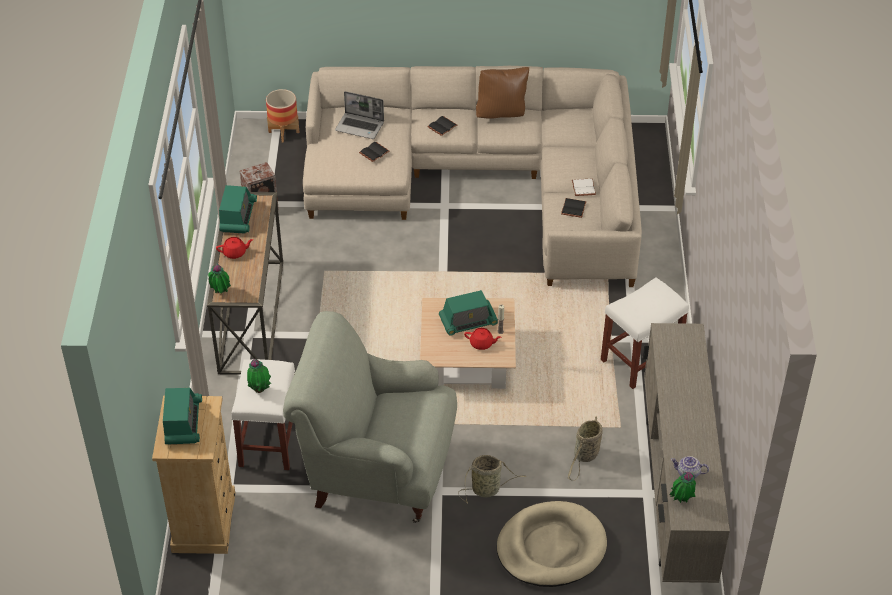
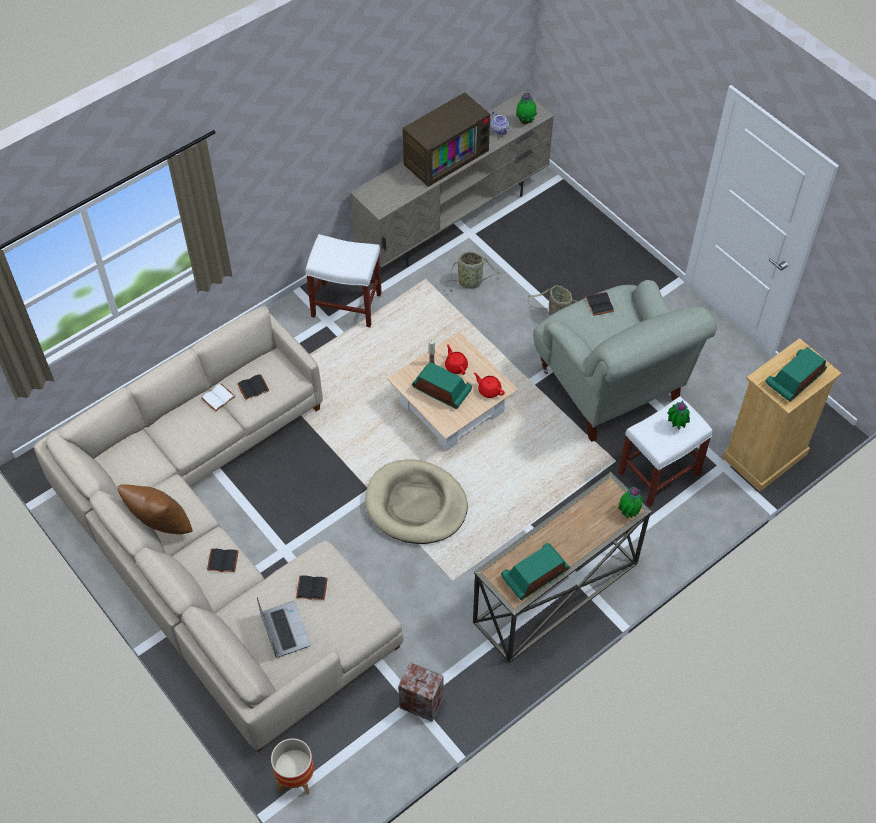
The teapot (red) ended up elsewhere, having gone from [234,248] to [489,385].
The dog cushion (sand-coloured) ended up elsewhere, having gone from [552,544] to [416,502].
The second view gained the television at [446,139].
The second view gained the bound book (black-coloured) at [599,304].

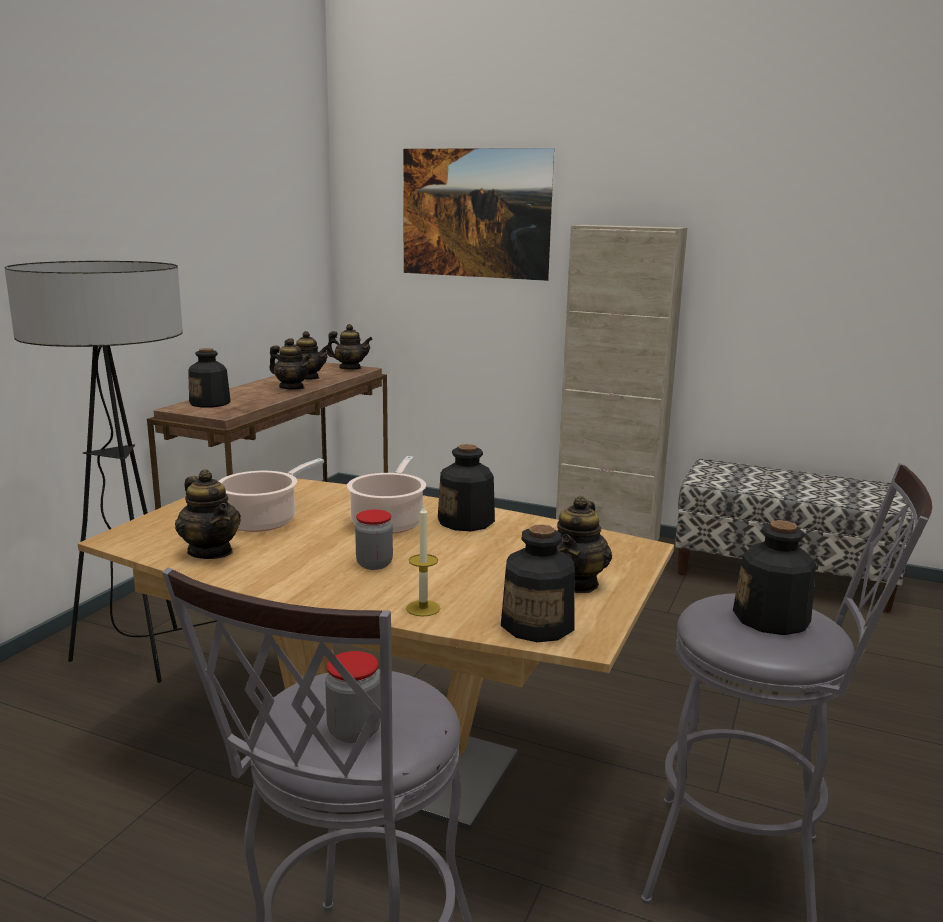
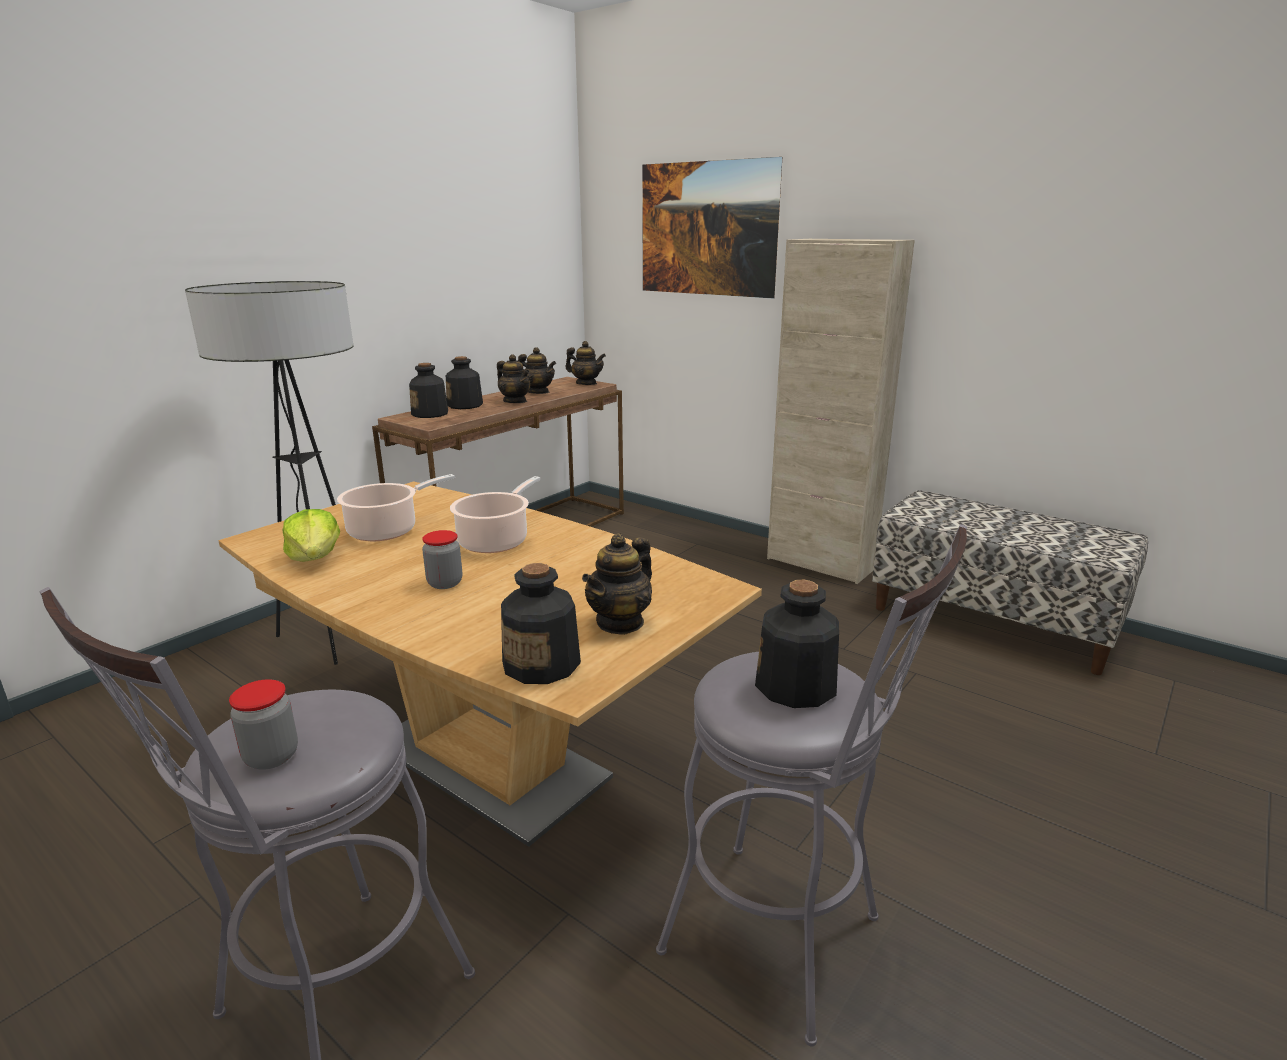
Where the teapot stood at [208,514], the lettuce head came to stand at [311,535].
The second view lost the wax light at [423,560].
The bottle ended up elsewhere, having gone from [466,487] to [464,382].

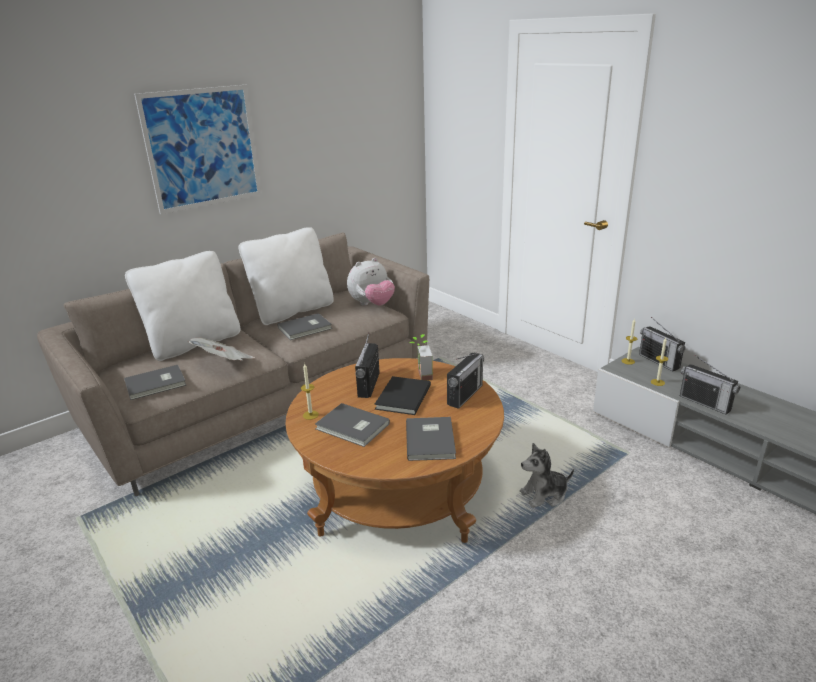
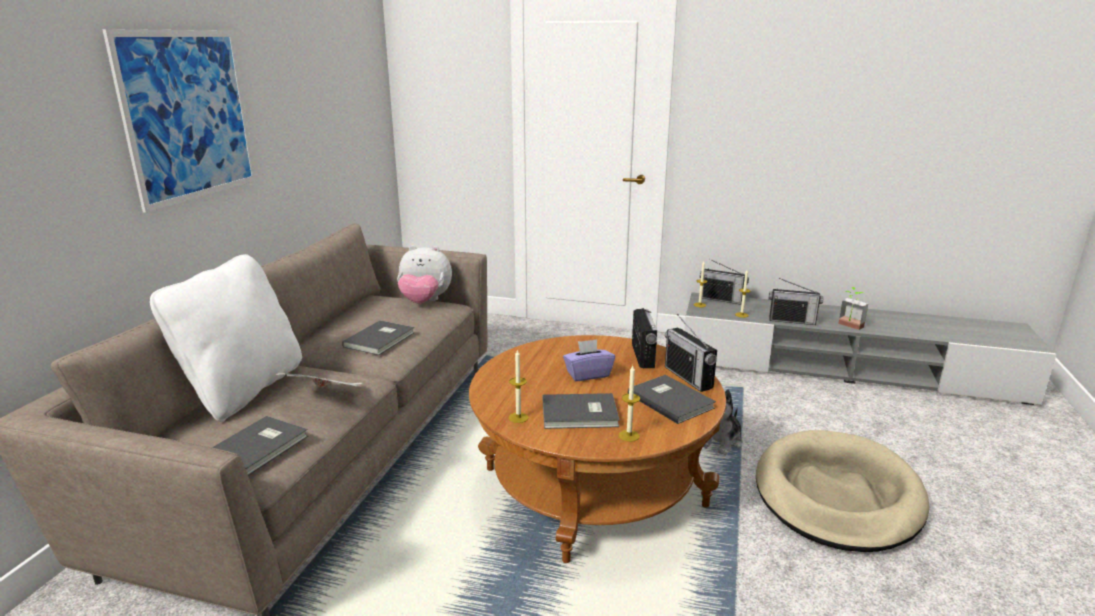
The second view lost the cushion (whitish) at [286,276].
The plush toy at [371,282] ended up facing another way, 75 degrees clockwise from before.
The radio set ended up elsewhere, having gone from [367,365] to [691,353].
Where the bound book (black-coloured) stood at [402,395], the box of tissues (purple) came to stand at [589,360].
The houseplant ended up elsewhere, having gone from [421,357] to [853,308].
The second view gained the wax light at [629,404].
The second view gained the dog cushion (sand-coloured) at [842,491].

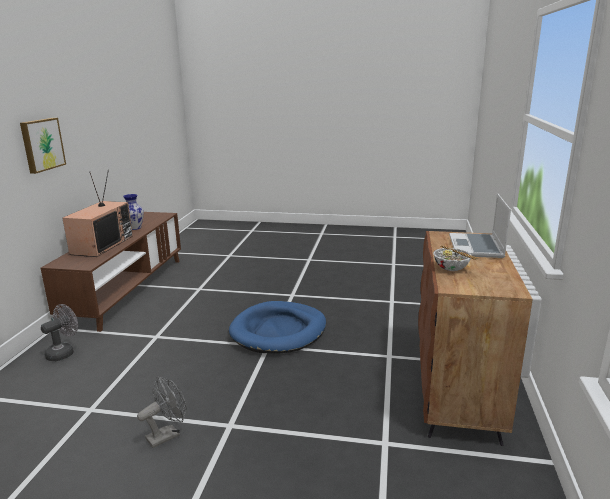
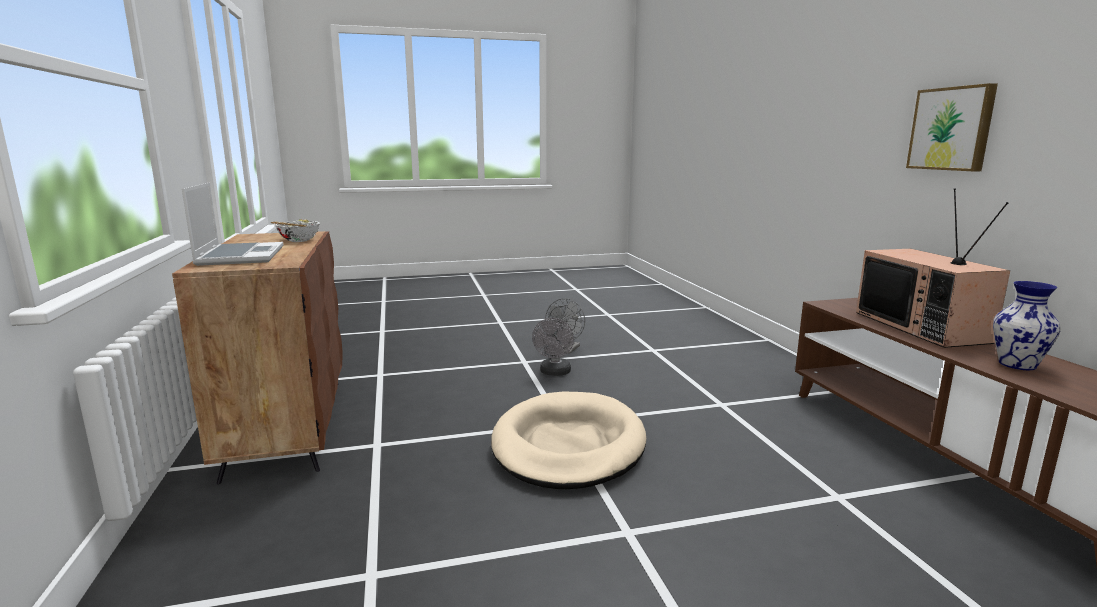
The fan (greyish) ended up elsewhere, having gone from [59,332] to [553,347].
What was the dog cushion (blue-coloured) at [277,327] turned into the dog cushion (sand-coloured) at [568,440].

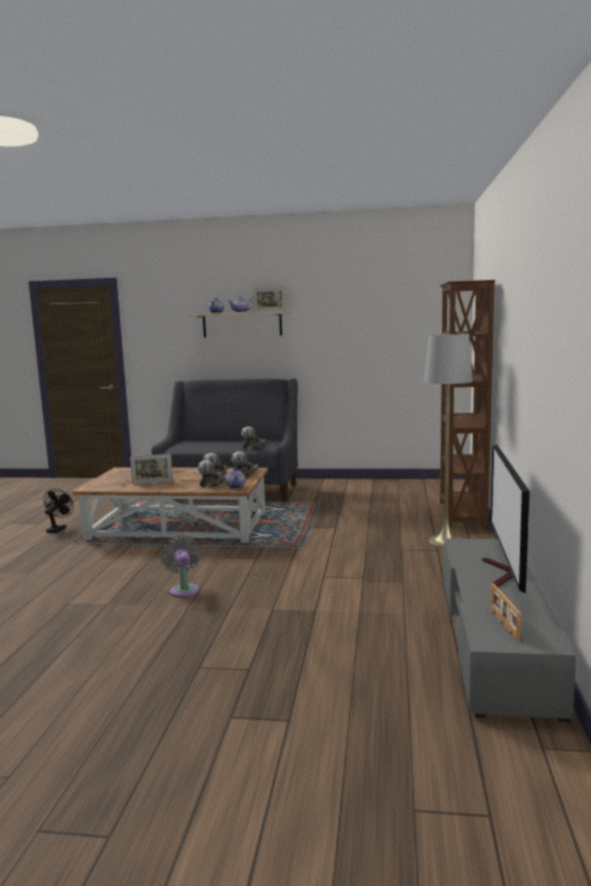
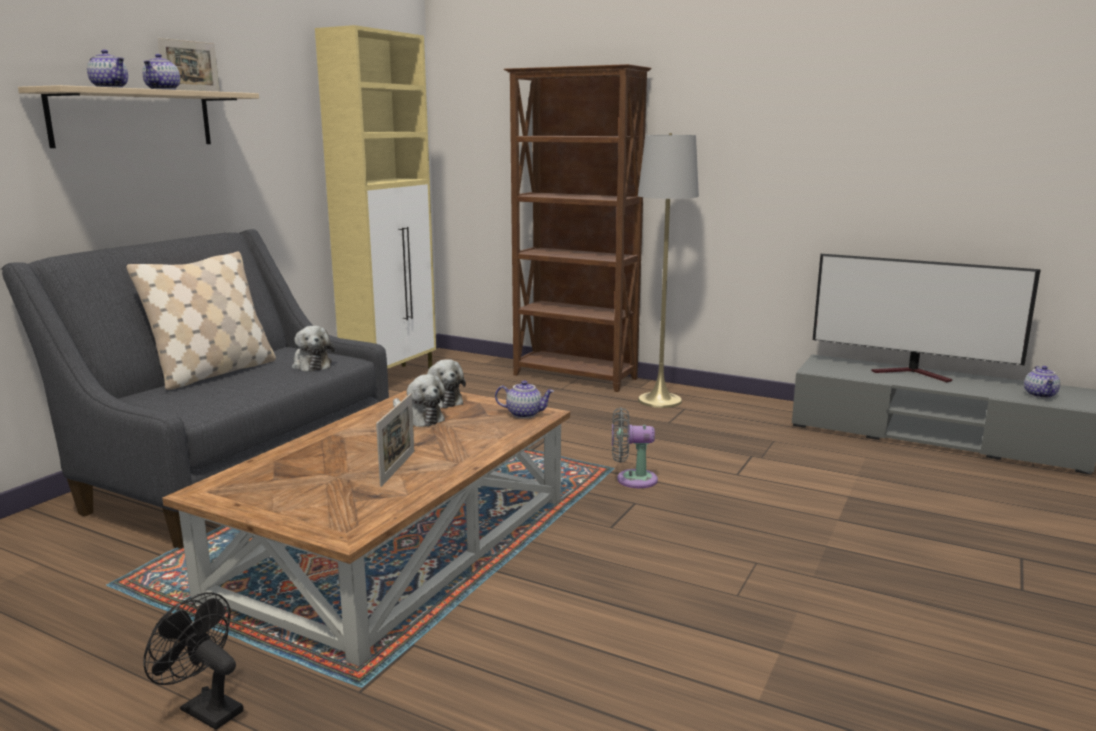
The fan (greyish) ended up elsewhere, having gone from [180,566] to [635,447].
The second view lost the plush toy at [212,474].
Where the standing frame stood at [505,612], the teapot came to stand at [1042,382].
The second view gained the cushion (sand-coloured) at [201,320].
The second view gained the cupboard (sand-coloured) at [375,197].

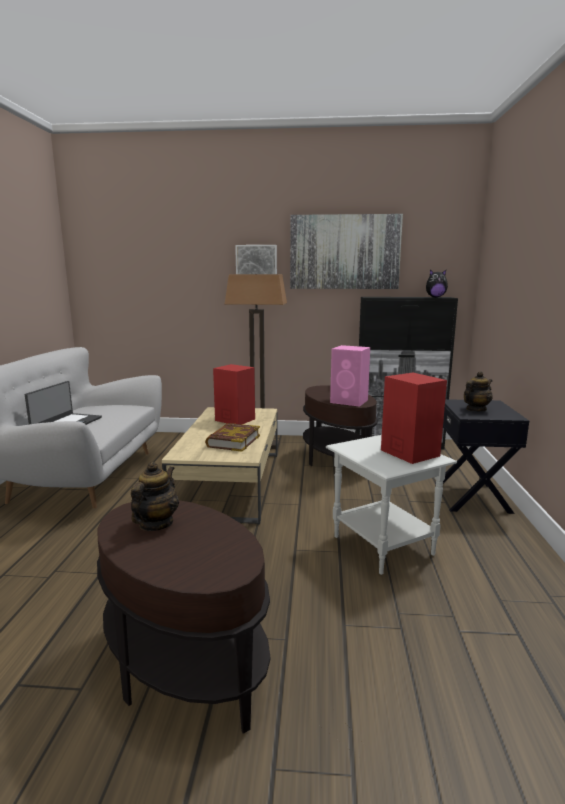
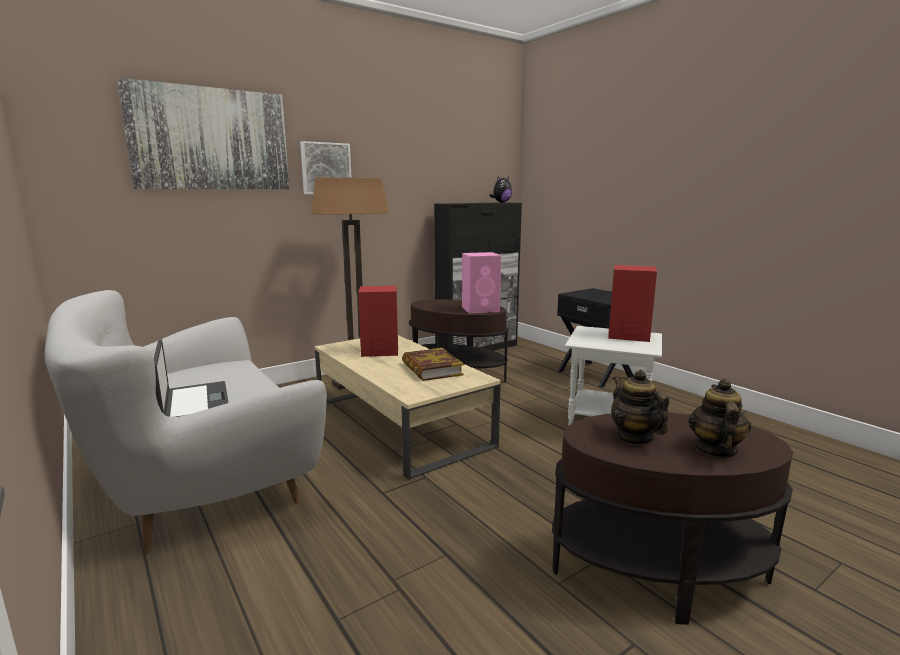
The wall picture ended up elsewhere, having gone from [346,251] to [203,133].
The teapot ended up elsewhere, having gone from [478,391] to [719,418].

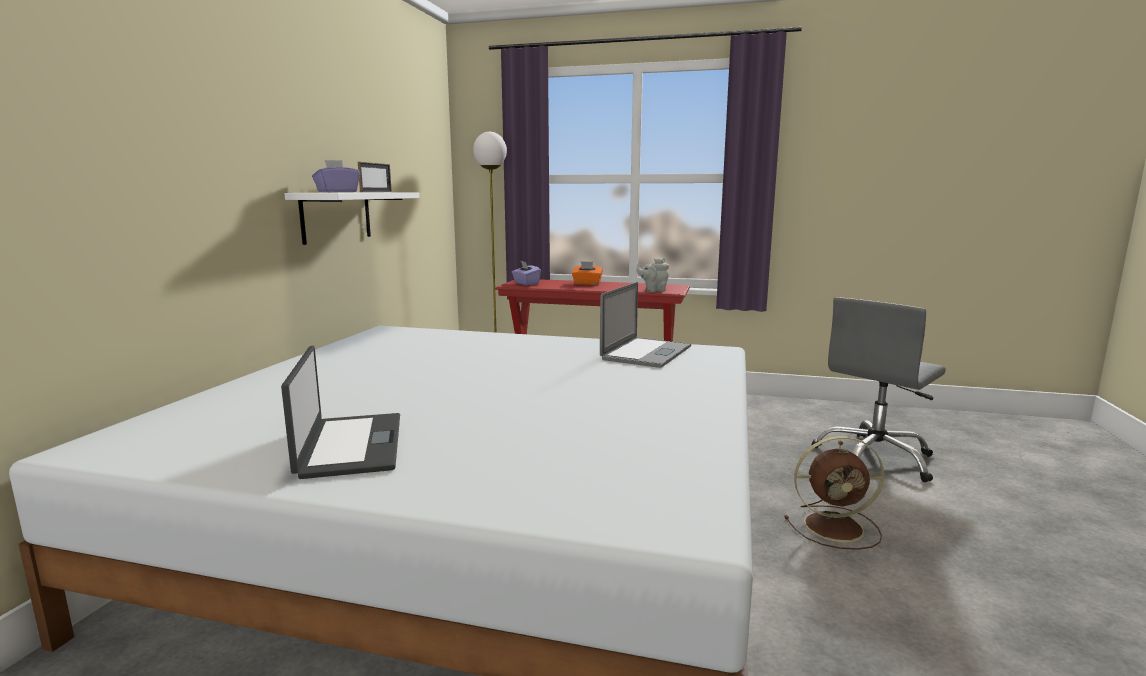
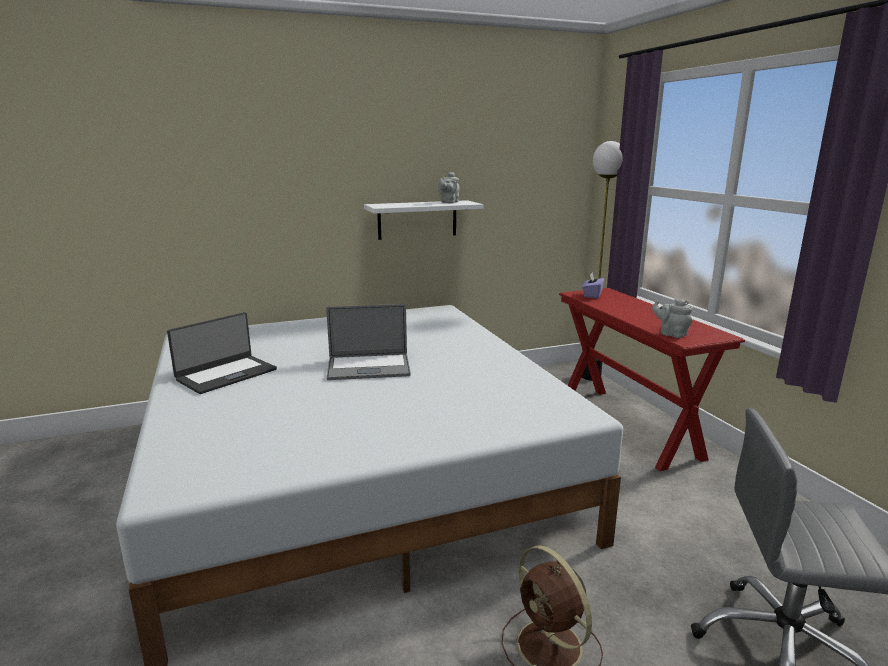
The second view lost the box of tissues (purple) at [336,176].
Where the standing frame stood at [375,177], the teapot (greyish) came to stand at [449,187].
The second view lost the box of tissues (orangey) at [587,273].
The portable computer ended up elsewhere, having gone from [645,325] to [368,342].

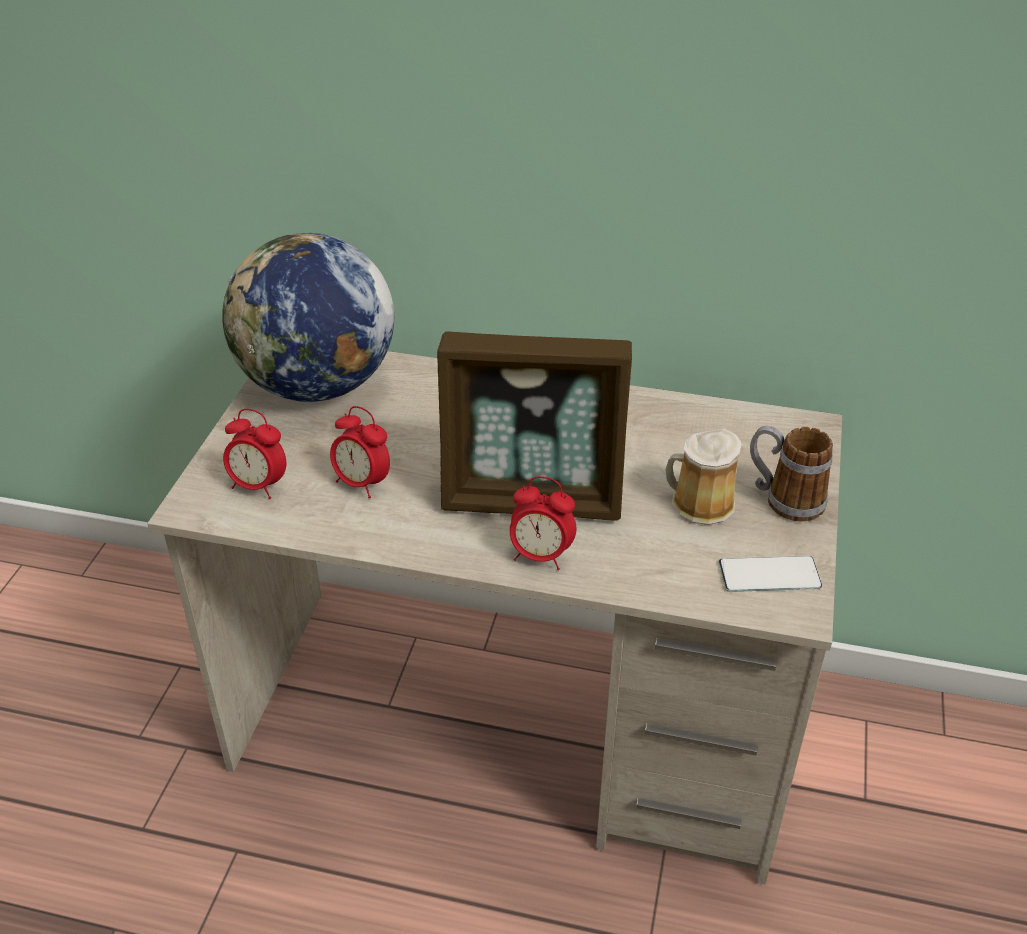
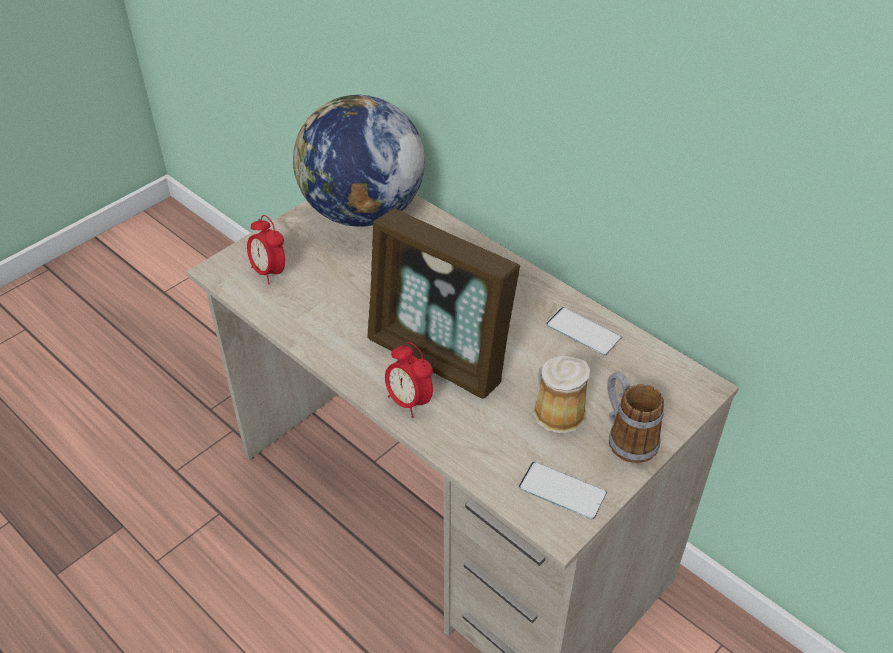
The second view lost the bedside clock at [360,452].
The second view gained the handset at [584,331].

